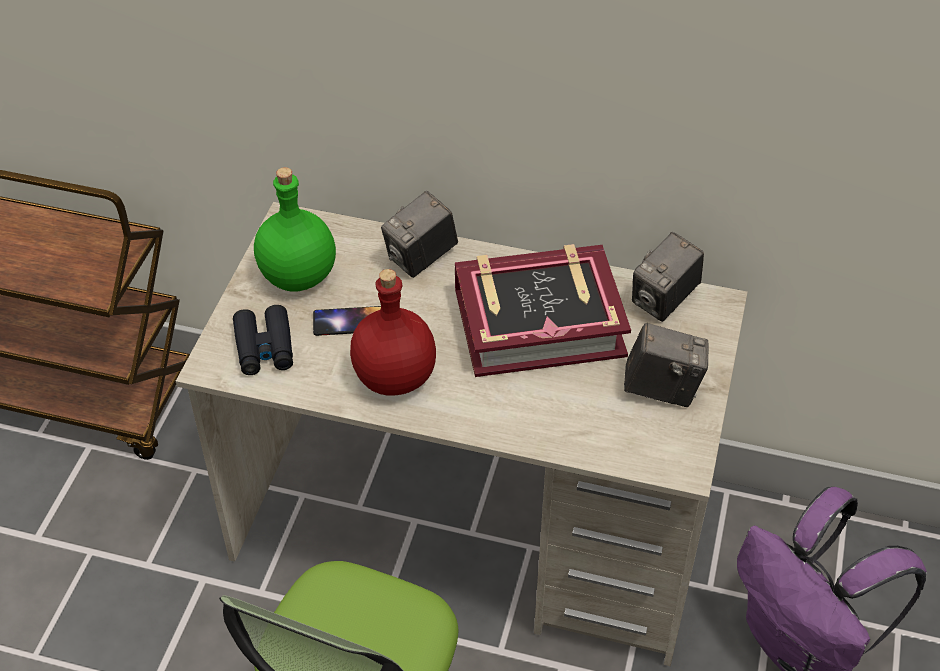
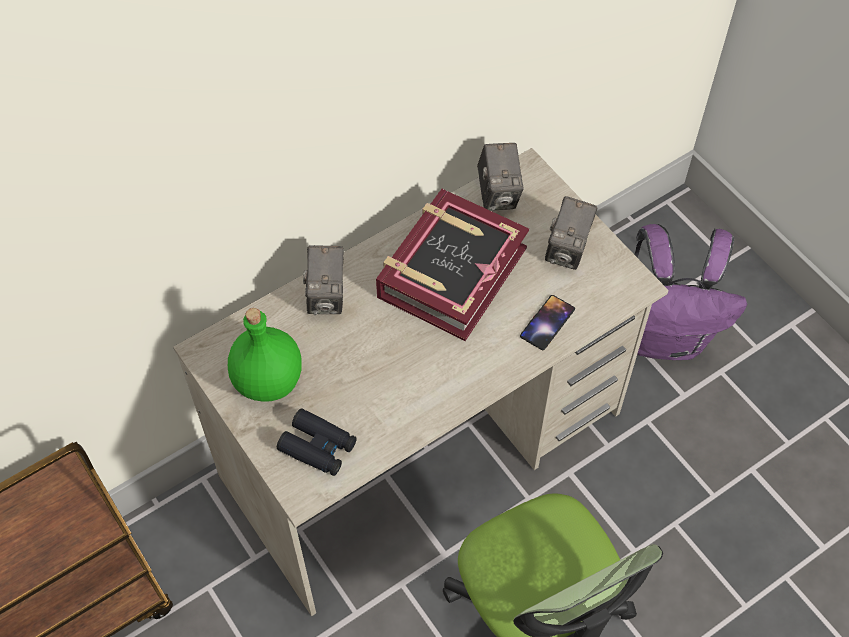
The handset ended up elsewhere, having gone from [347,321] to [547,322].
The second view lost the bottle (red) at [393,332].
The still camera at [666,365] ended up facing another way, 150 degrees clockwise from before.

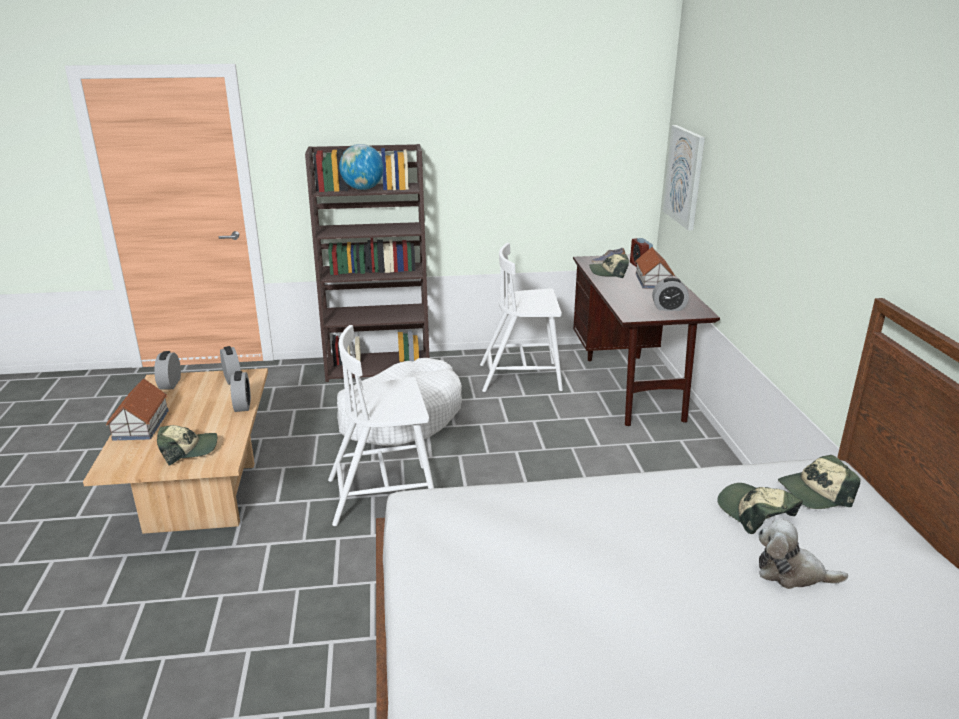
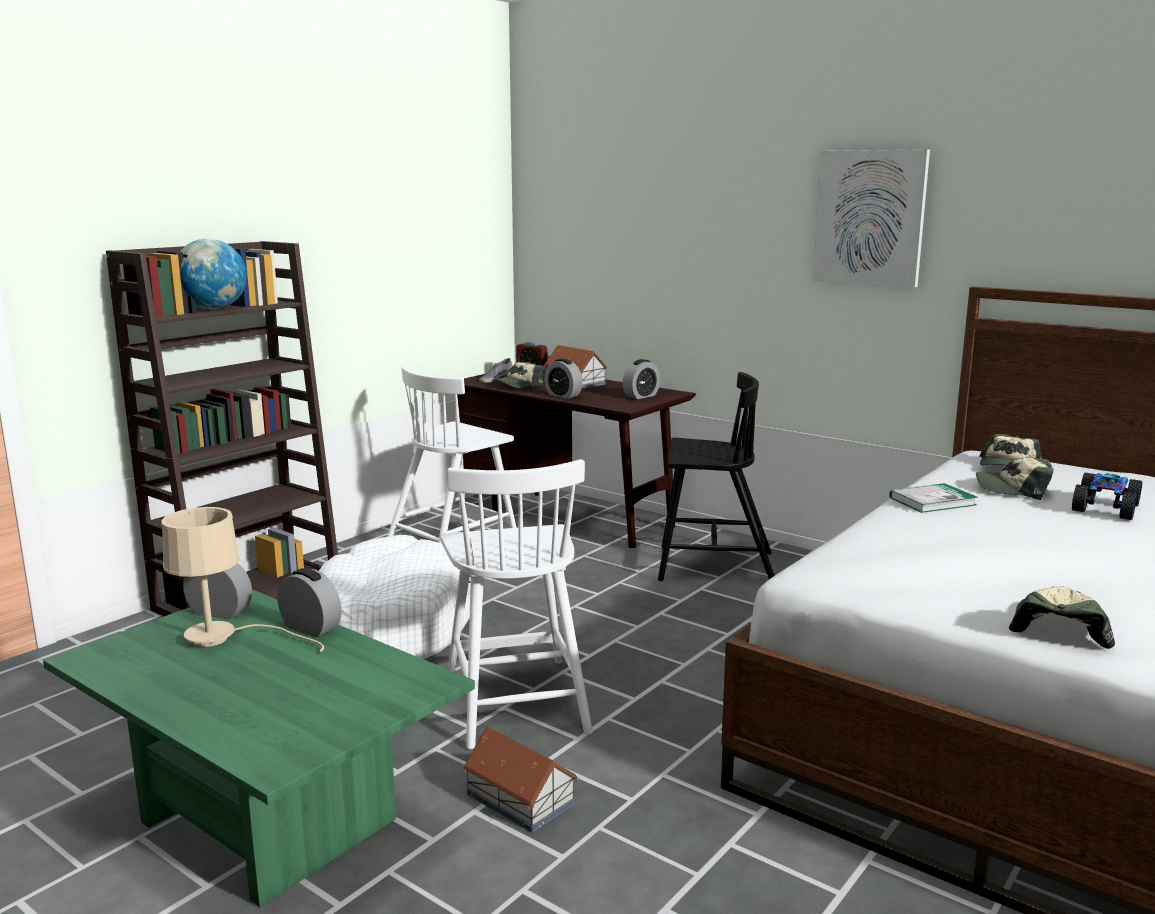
What was the lounge table (sand-coloured) at [175,451] turned into the lounge table (green-coloured) at [259,748].
The model house ended up elsewhere, having gone from [137,409] to [520,780].
The bedside clock ended up elsewhere, having gone from [167,370] to [563,379].
The cap ended up elsewhere, having gone from [187,445] to [1062,617].
The chair (whitish) at [381,425] ended up facing another way, 45 degrees counterclockwise from before.
The wall picture ended up elsewhere, having gone from [684,178] to [871,218].
Where the plush toy stood at [803,553], the miniature car came to stand at [1107,496].
The second view gained the tabletop lamp (sand-coloured) at [242,579].
The second view gained the chair (black-coloured) at [716,476].
The second view gained the bound book at [933,498].

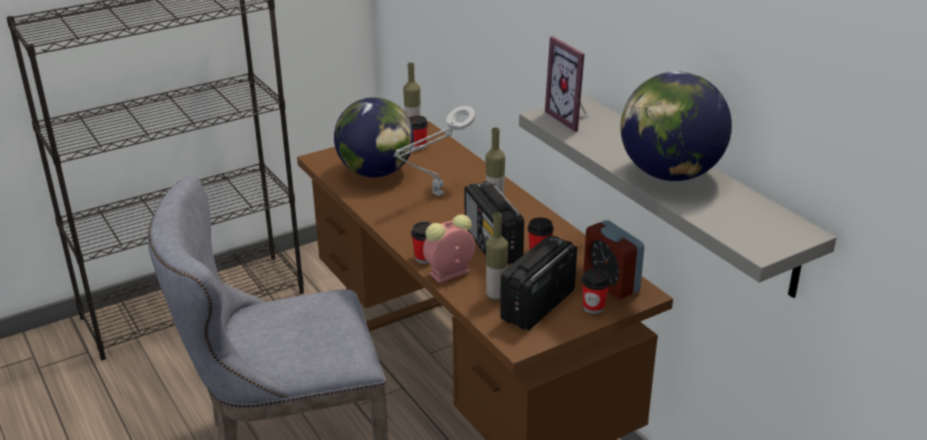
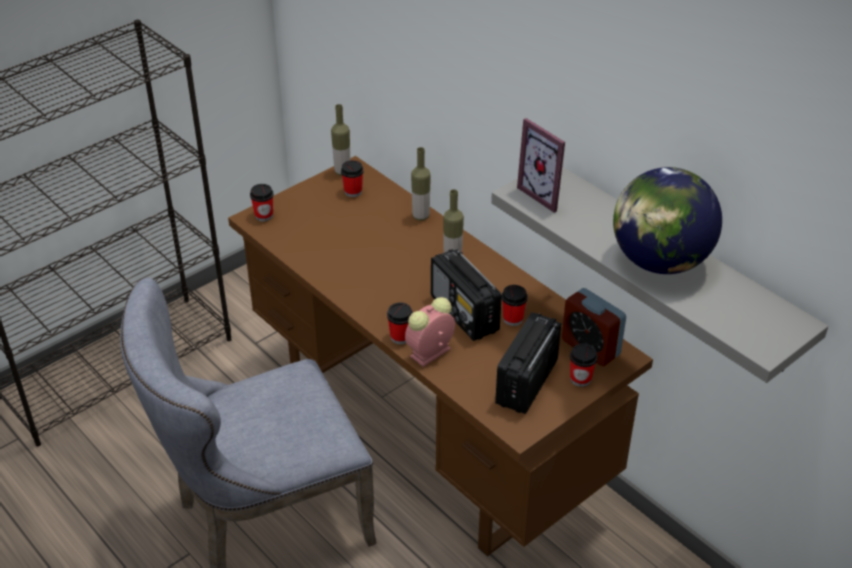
The second view lost the world globe at [374,137].
The second view lost the tabletop lamp (greyish) at [435,151].
The bottle ended up elsewhere, having gone from [497,256] to [421,184].
The second view gained the cup at [262,202].

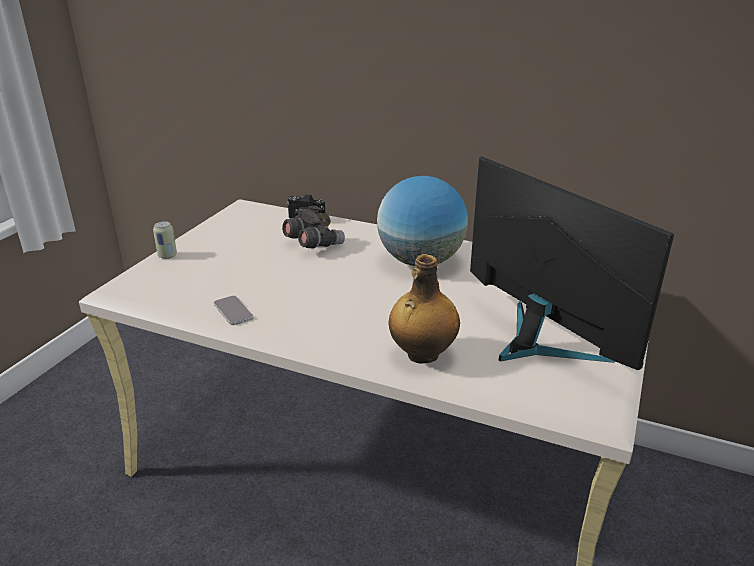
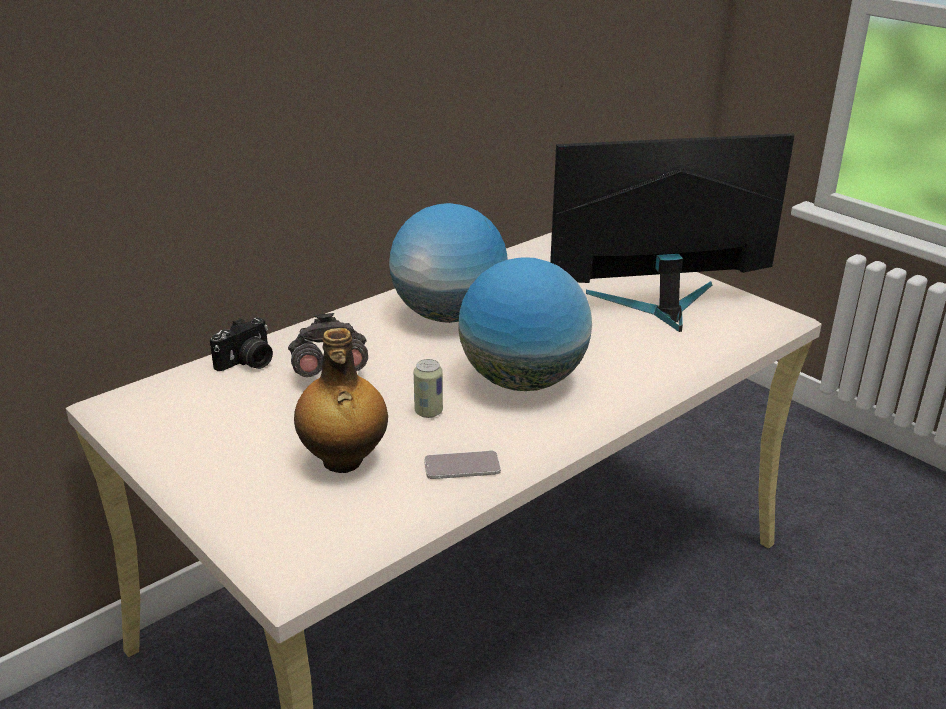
The sealed can ended up elsewhere, having gone from [165,240] to [428,388].
The bottle ended up elsewhere, having gone from [424,309] to [341,400].
The second view gained the world globe at [525,324].

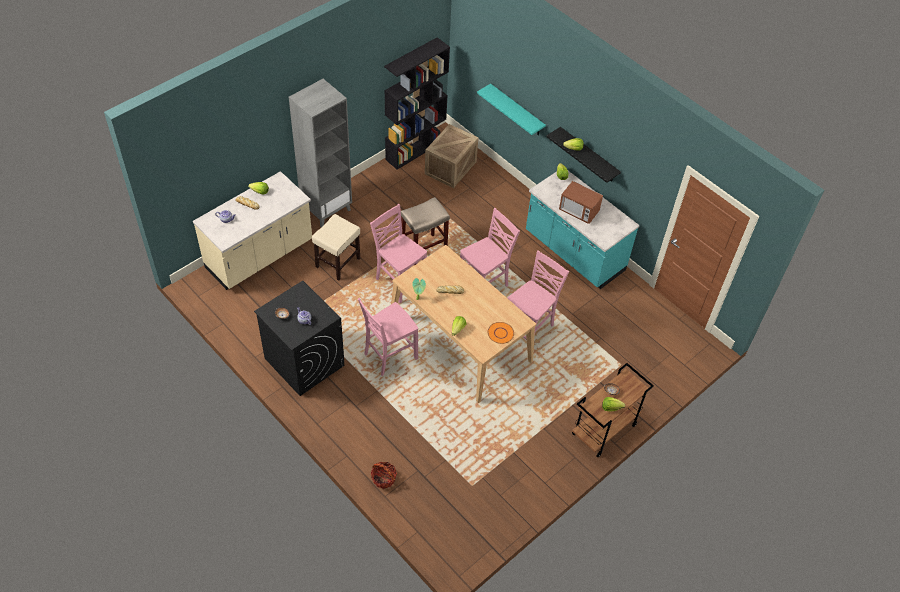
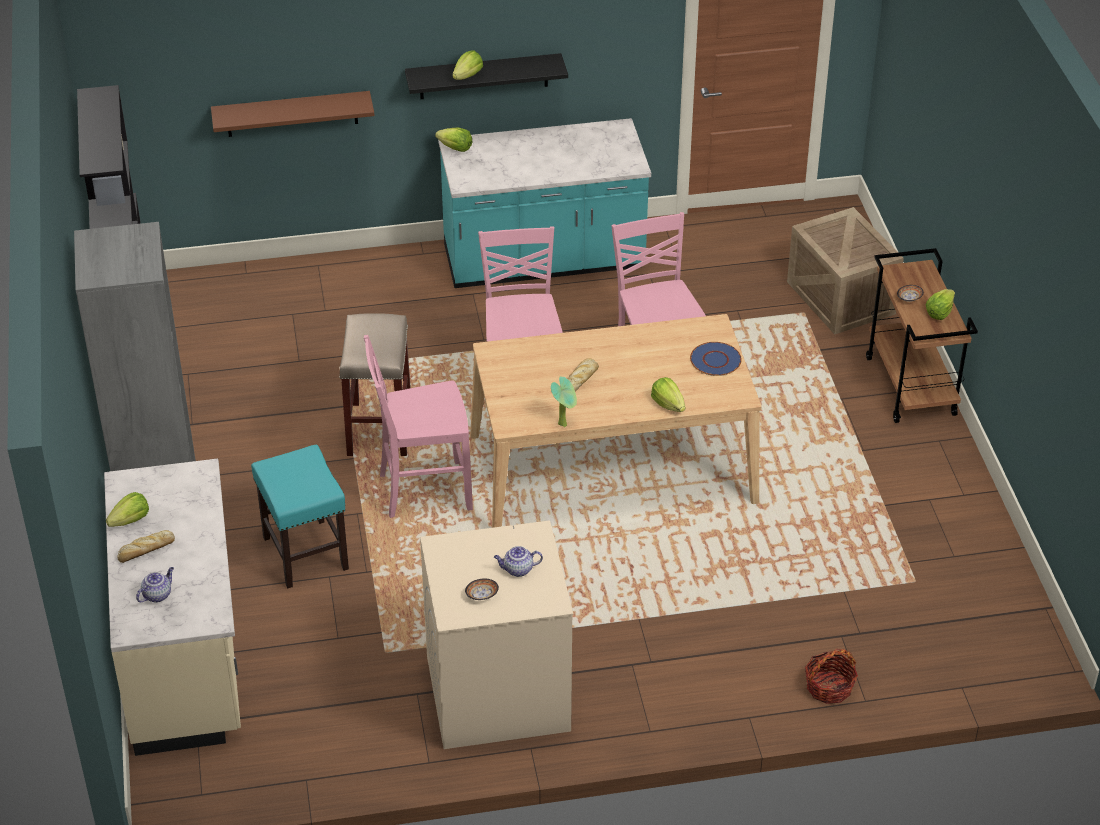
What was the laundry machine (black-coloured) at [299,338] turned into the laundry machine (sand-coloured) at [496,634].
What was the sitting stool (sand-coloured) at [336,247] turned into the sitting stool (turquoise) at [300,516].
The second view lost the chair (pinkish) at [388,337].
The shipping crate ended up elsewhere, having gone from [452,156] to [845,271].
What was the wall shelf (turquoise) at [511,109] turned into the wall shelf (brown-coloured) at [292,114].
What was the dinner plate (orangey) at [501,333] turned into the dinner plate (blue-coloured) at [716,359].
The second view lost the kitchen microwave at [581,202].

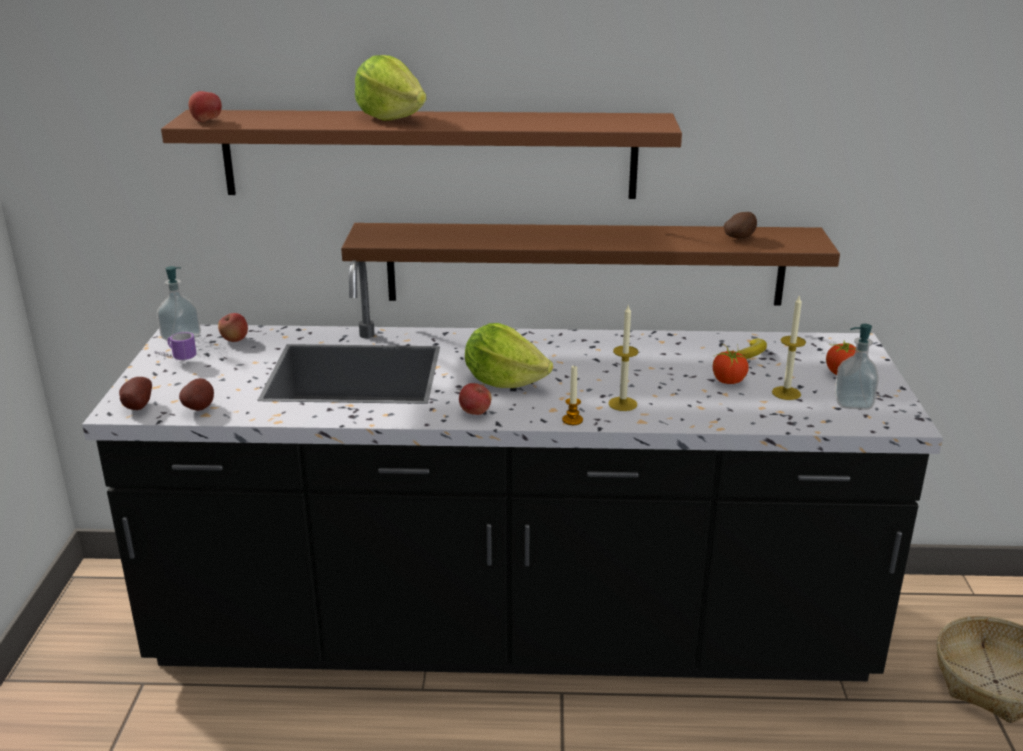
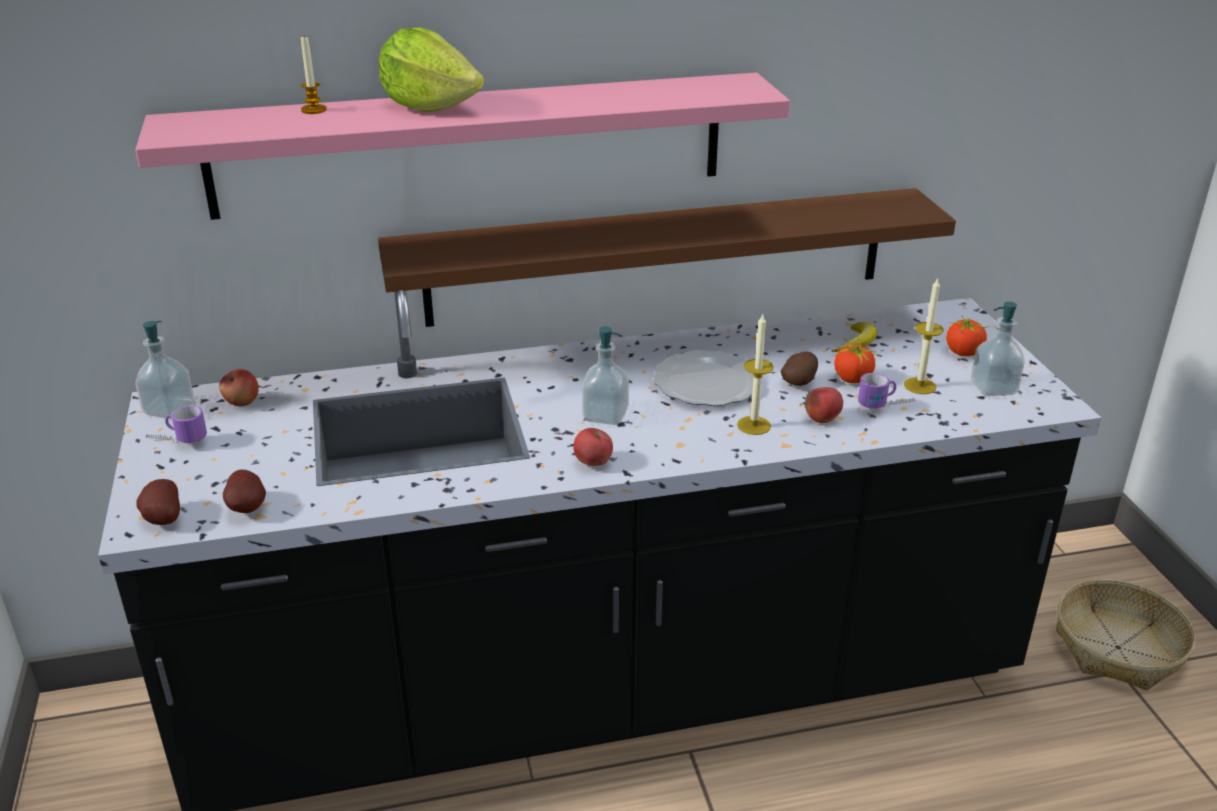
What was the wall shelf (brown-coloured) at [421,154] turned into the wall shelf (pinkish) at [462,146].
The apple ended up elsewhere, having gone from [205,106] to [824,405].
Where the lettuce head stood at [509,355], the liquid soap bottle came to stand at [605,376].
The wax light ended up elsewhere, having gone from [572,395] to [314,75].
The potato ended up elsewhere, having gone from [740,225] to [799,369].
The second view gained the dinner plate at [703,378].
The second view gained the mug at [886,391].

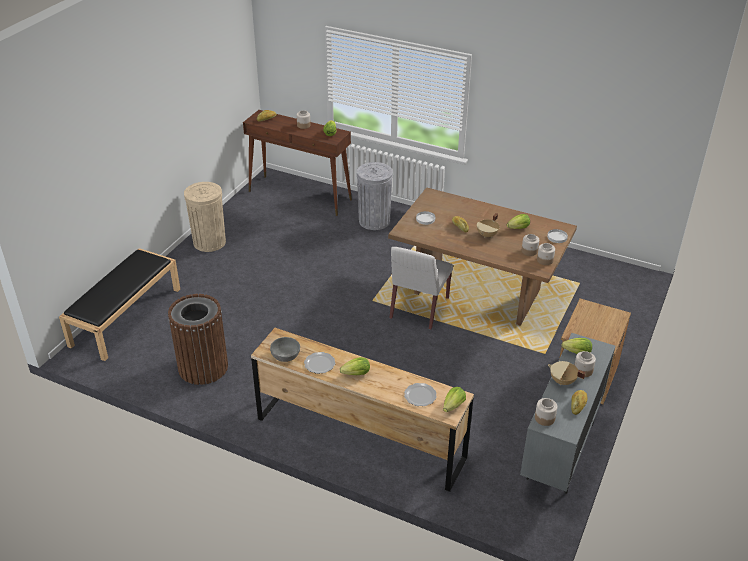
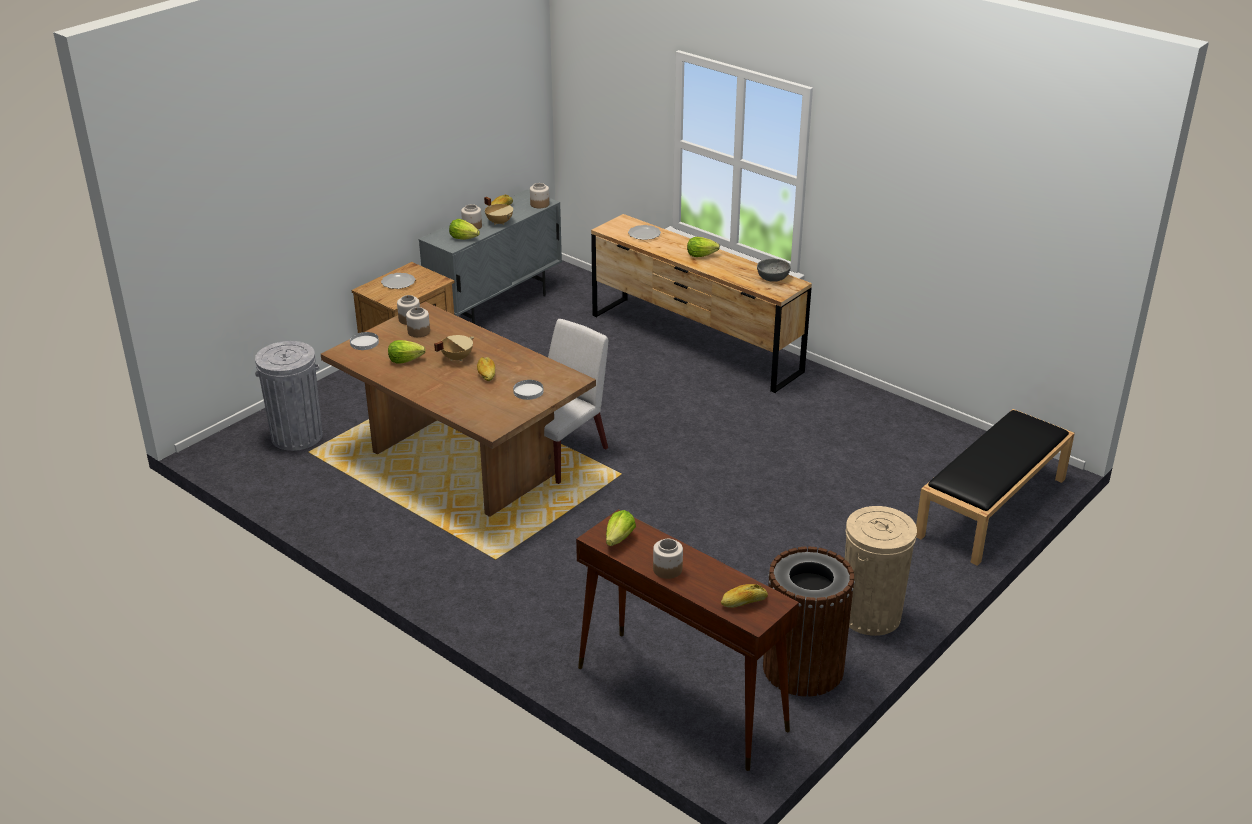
The rubbish bin (brown-coloured) ended up elsewhere, having gone from [198,339] to [809,622].
The dinner plate ended up elsewhere, having gone from [319,363] to [398,281].
The rubbish bin (greyish) ended up elsewhere, having gone from [375,196] to [289,396].
The second view lost the lettuce head at [454,399].

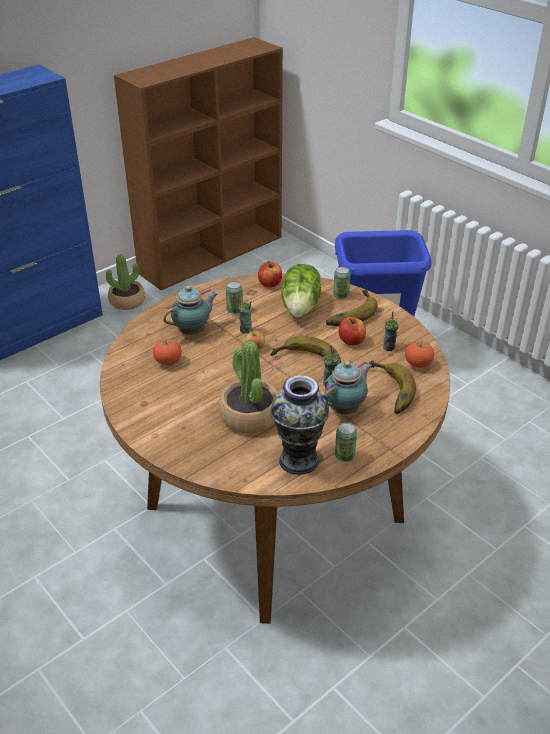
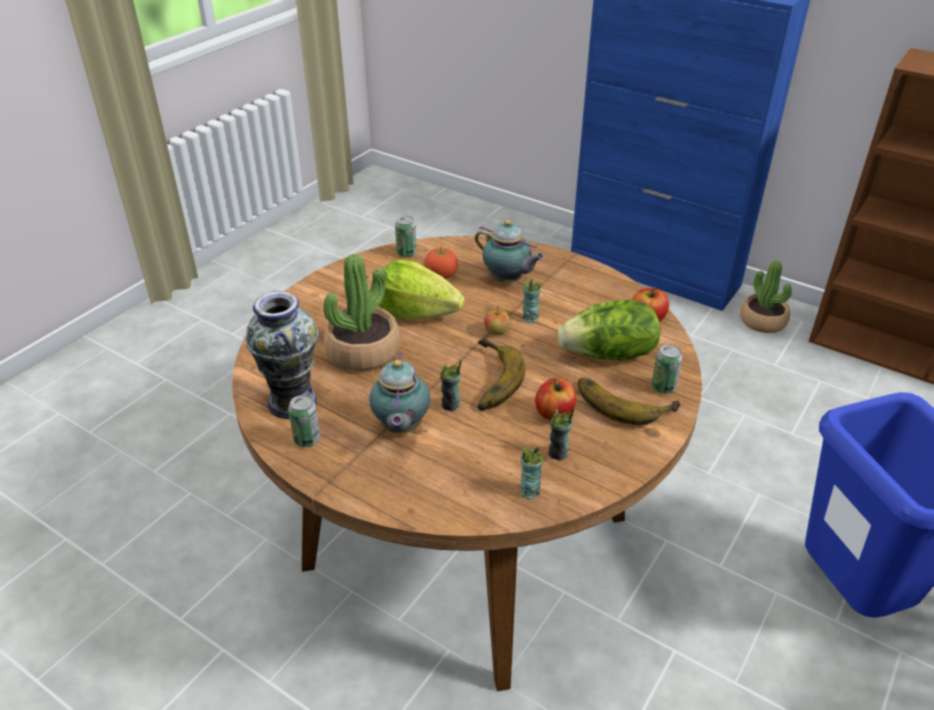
The sealed can ended up elsewhere, having gone from [234,297] to [406,236].
The teapot at [348,387] ended up facing another way, 60 degrees clockwise from before.
The second view lost the banana at [392,387].
Where the tomato stood at [419,354], the cup came to stand at [532,473].
The second view gained the lettuce head at [421,289].

